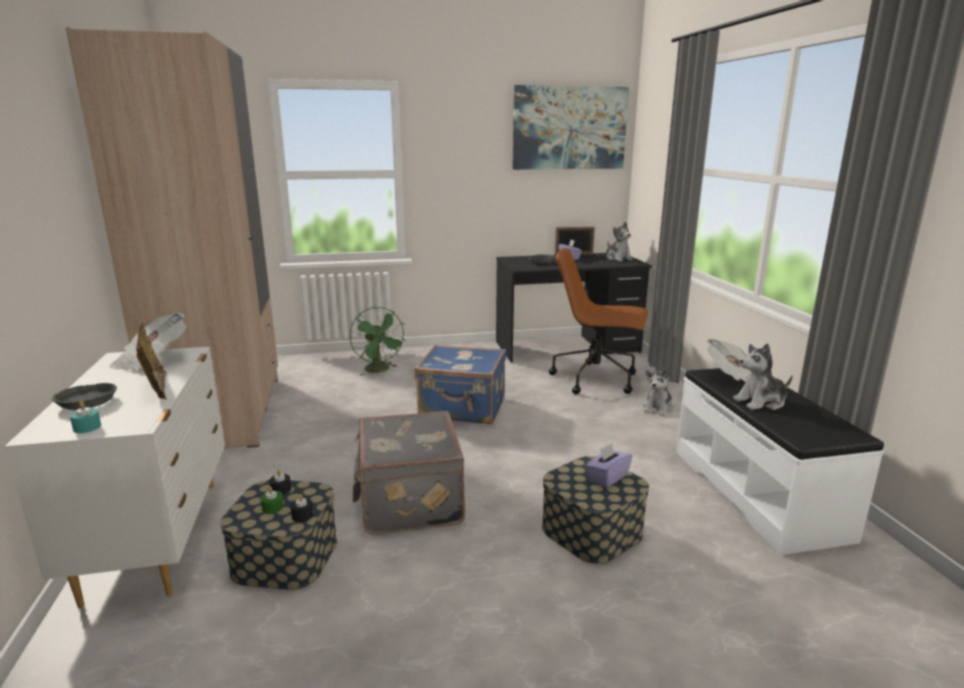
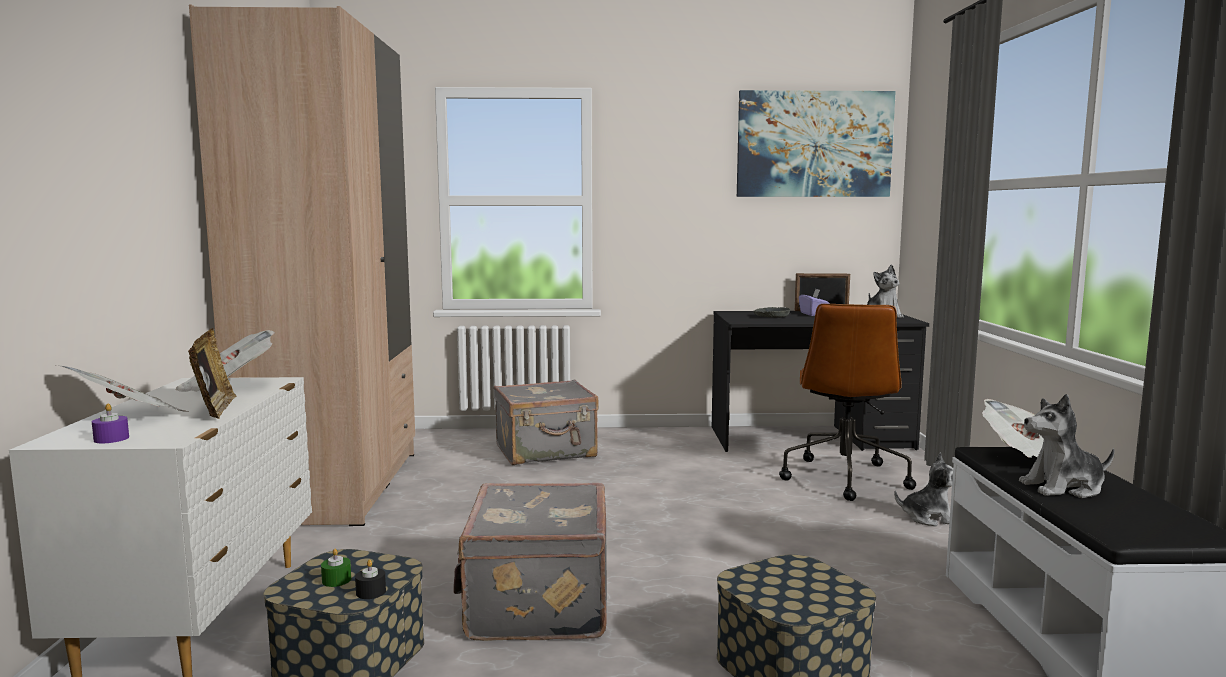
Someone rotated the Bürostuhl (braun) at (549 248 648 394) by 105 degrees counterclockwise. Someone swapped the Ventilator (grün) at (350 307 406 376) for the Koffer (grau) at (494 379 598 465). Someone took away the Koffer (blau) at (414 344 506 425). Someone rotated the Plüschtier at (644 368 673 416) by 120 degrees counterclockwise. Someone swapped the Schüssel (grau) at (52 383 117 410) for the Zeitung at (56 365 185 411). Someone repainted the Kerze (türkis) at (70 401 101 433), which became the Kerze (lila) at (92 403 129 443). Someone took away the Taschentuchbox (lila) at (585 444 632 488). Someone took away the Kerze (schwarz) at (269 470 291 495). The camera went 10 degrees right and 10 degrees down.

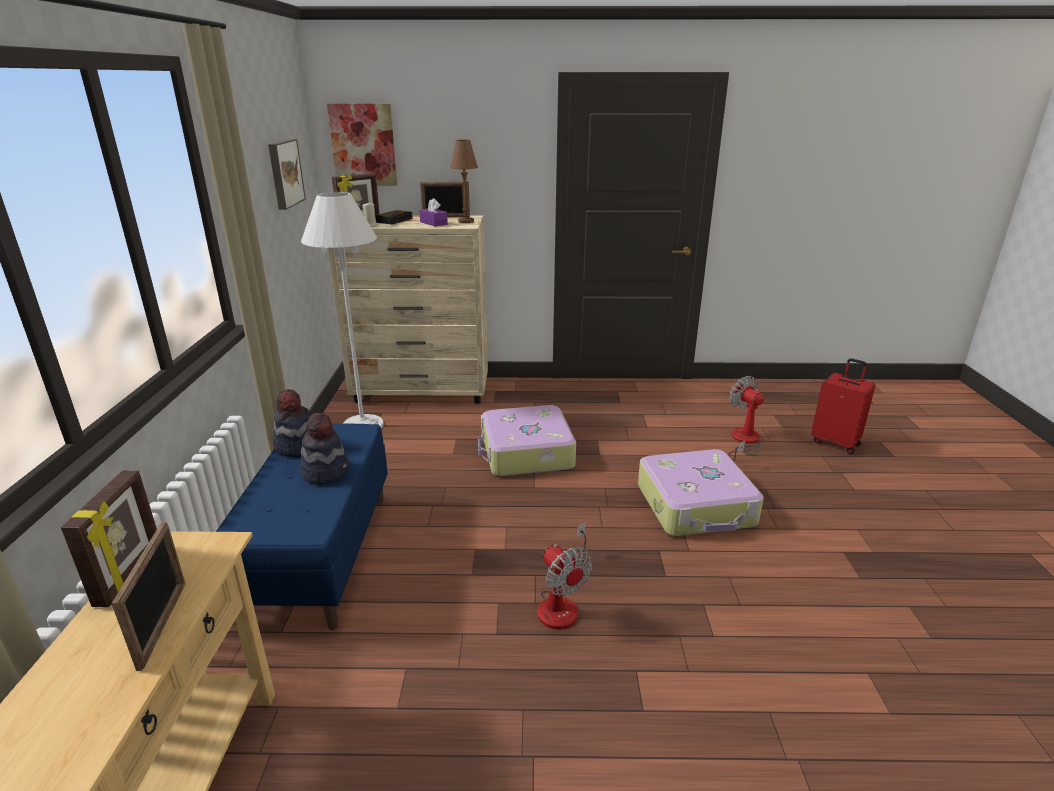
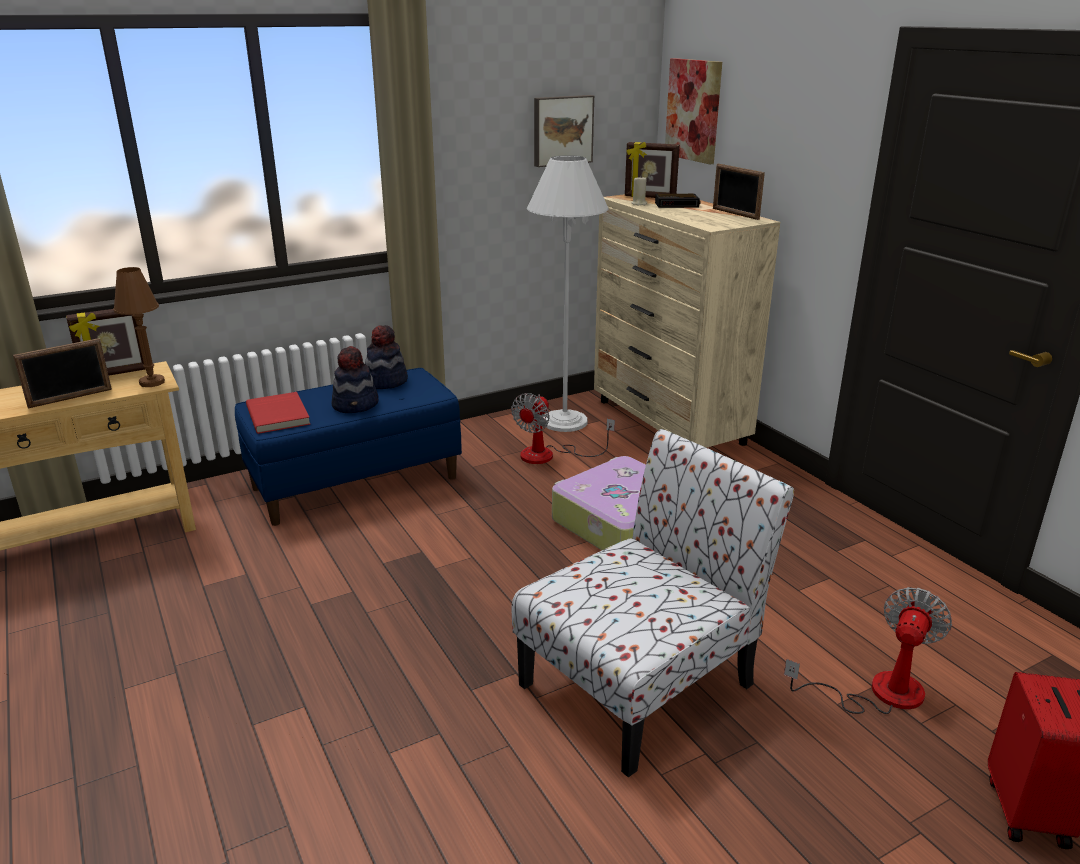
Someone carried the Tischlampe (braun) from (450 140 478 223) to (113 267 165 387). Someone took away the Taschentuchbox (lila) at (419 198 448 227). Someone swapped the Koffer at (638 449 764 536) for the Stuhl at (512 429 794 777). Someone carried the Ventilator from (537 523 592 629) to (511 393 615 464). Someone put down the Buch (rot) at (246 392 310 434). The camera went 60 degrees right and 0 degrees up.

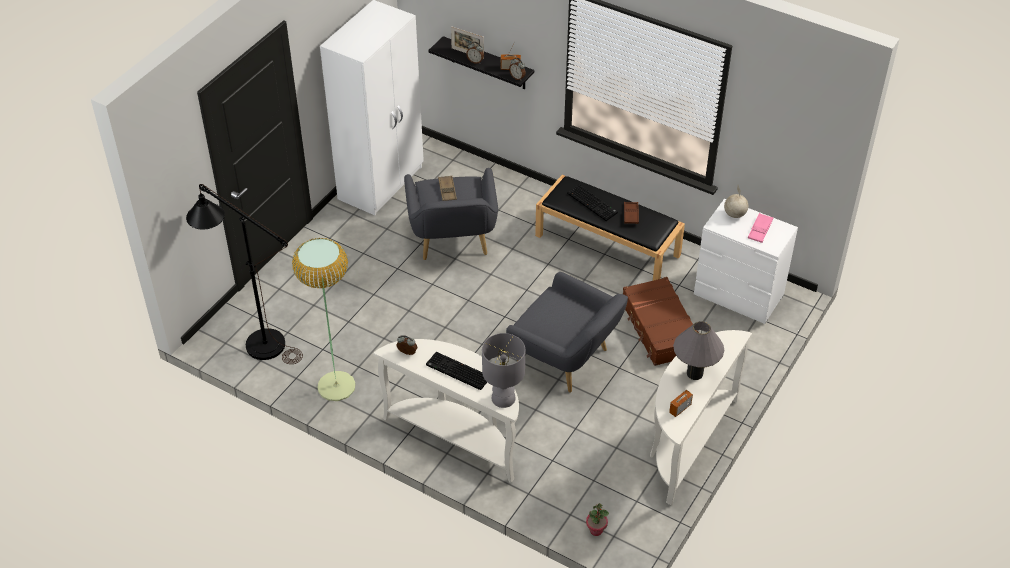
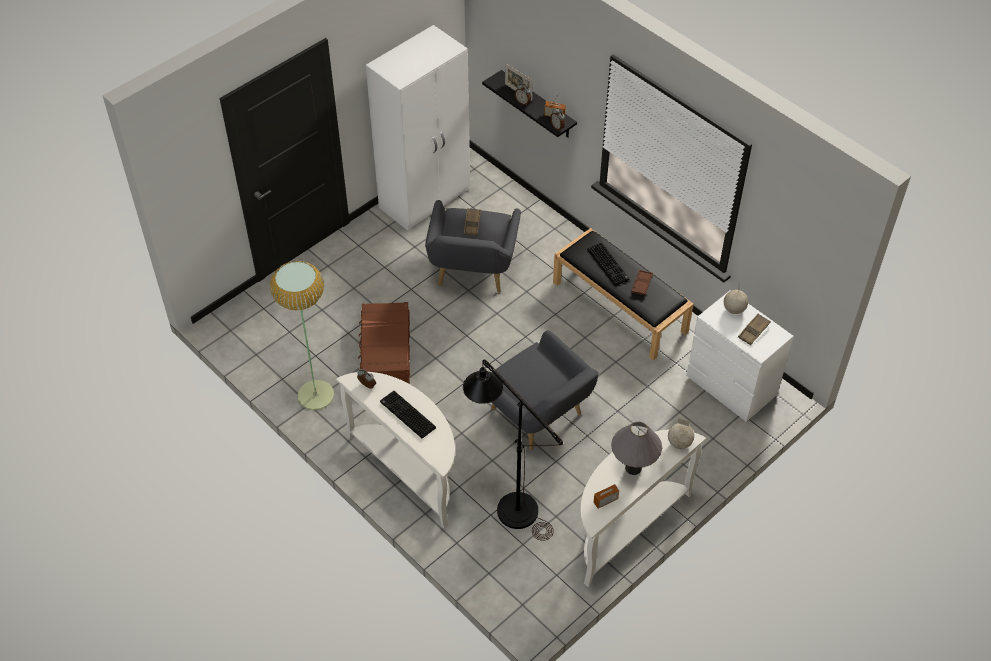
Someone carried the Stehlampe (schwarz) from (186 184 303 364) to (463 360 563 541). Someone repainted the Tablett (rosa) at (748 213 773 243), which became the Tablett (braun) at (738 314 771 345). Someone carried the Koffer (braun) from (623 277 699 366) to (358 302 410 384). Someone took away the Tischlampe (grau) at (482 333 525 408). Someone took away the Topfpflanze at (586 503 609 536). Someone put down the Globus at (668 418 694 449). The camera went 15 degrees right and 5 degrees up.

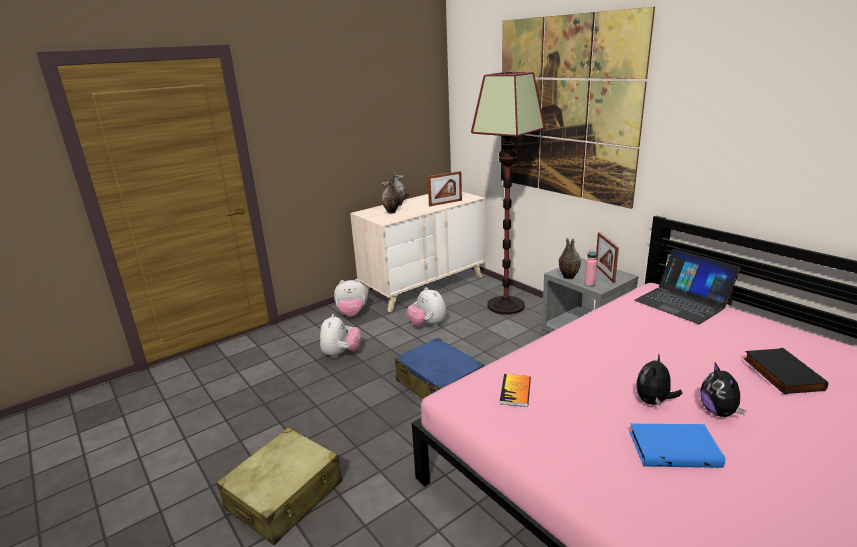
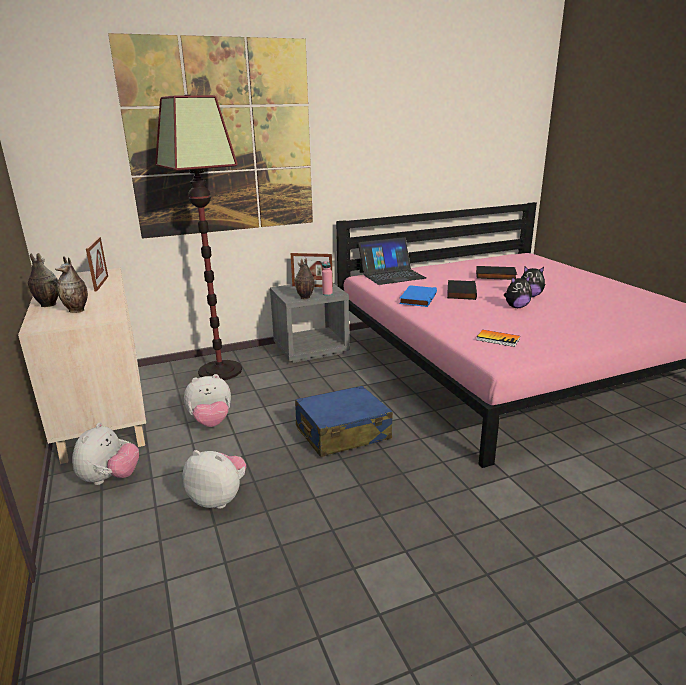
Someone rotated the Plüschtier at (636 353 682 407) by 60 degrees counterclockwise. Someone carried the Buch (blau) from (629 423 725 468) to (399 285 437 307). Someone took away the Koffer (beige) at (216 428 342 545). Someone put down the Buch (schwarz) at (447 280 477 300). The camera went 75 degrees left and 0 degrees up.

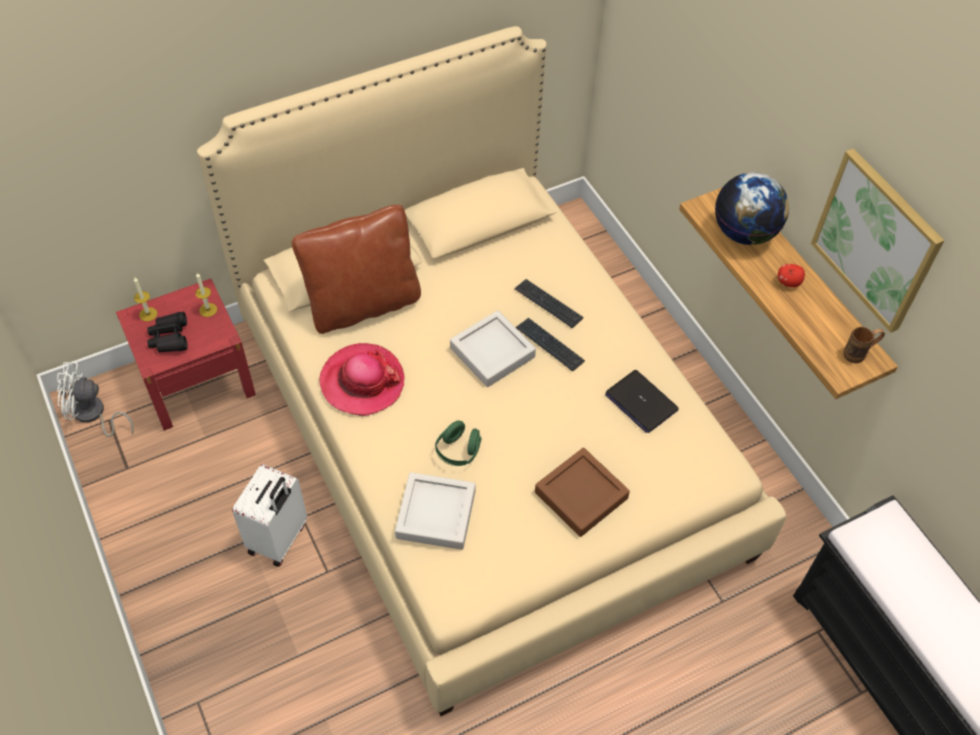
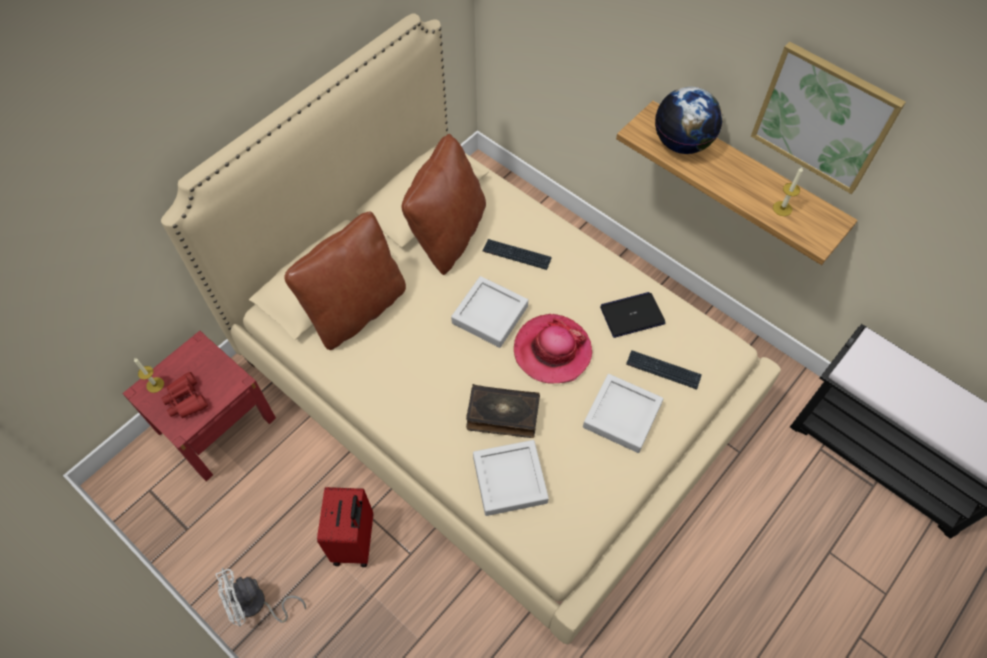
Someone took away the Apfel at (778 264 805 287). Someone carried the Kerze from (195 273 217 317) to (773 166 803 216). Someone repainted the Fernglas (schwarz) at (147 312 188 353), which became the Fernglas (rot) at (161 372 208 418). Someone carried the Tastatur from (516 318 585 371) to (626 350 702 390). Someone took away the Henkelbecher (braun) at (843 327 885 363). Someone carried the Hut from (319 343 404 416) to (514 314 593 384). Someone carried the Ventilator (weiß) from (57 362 134 437) to (216 568 306 627). Someone rotated the Laptop at (605 370 679 433) by 135 degrees clockwise. Someone swapped the Kopfhörer (grün) at (435 420 481 466) for the Buch at (466 384 540 438). Someone repainted the Tablett (braun) at (535 448 630 537), which became the Tablett (grau) at (583 374 663 453). Someone repainted the Koffer (weiß) at (232 464 307 567), which became the Koffer (rot) at (317 487 373 567). Someone put down the Kissen (braun) at (402 134 486 275). The camera went 20 degrees left and 5 degrees up.

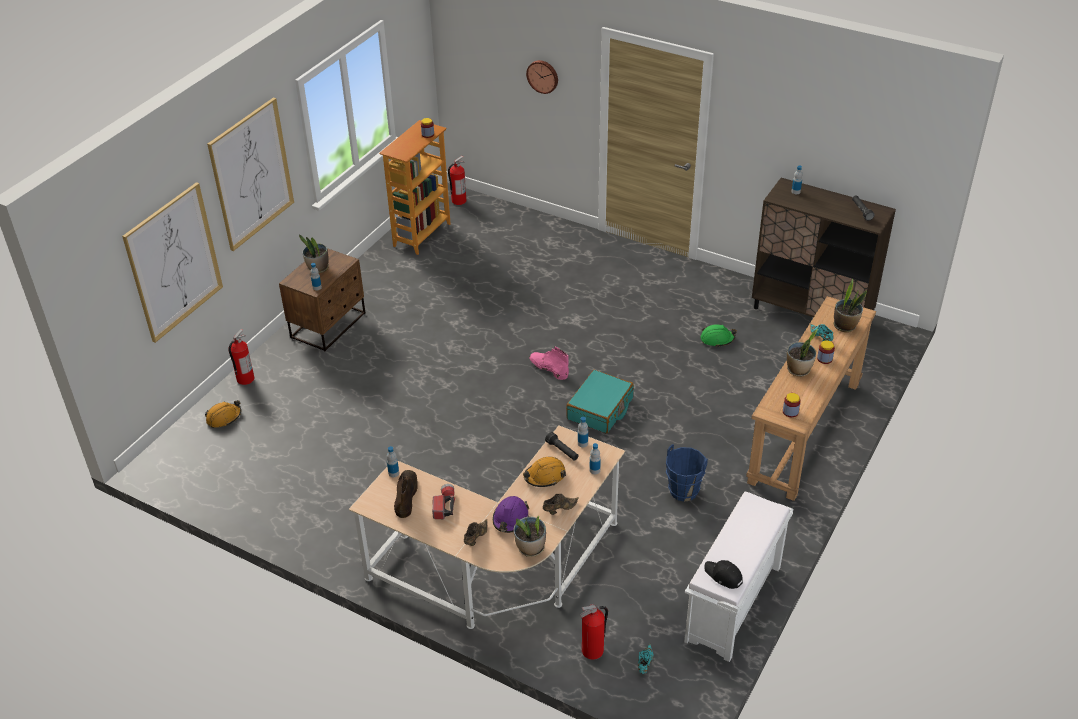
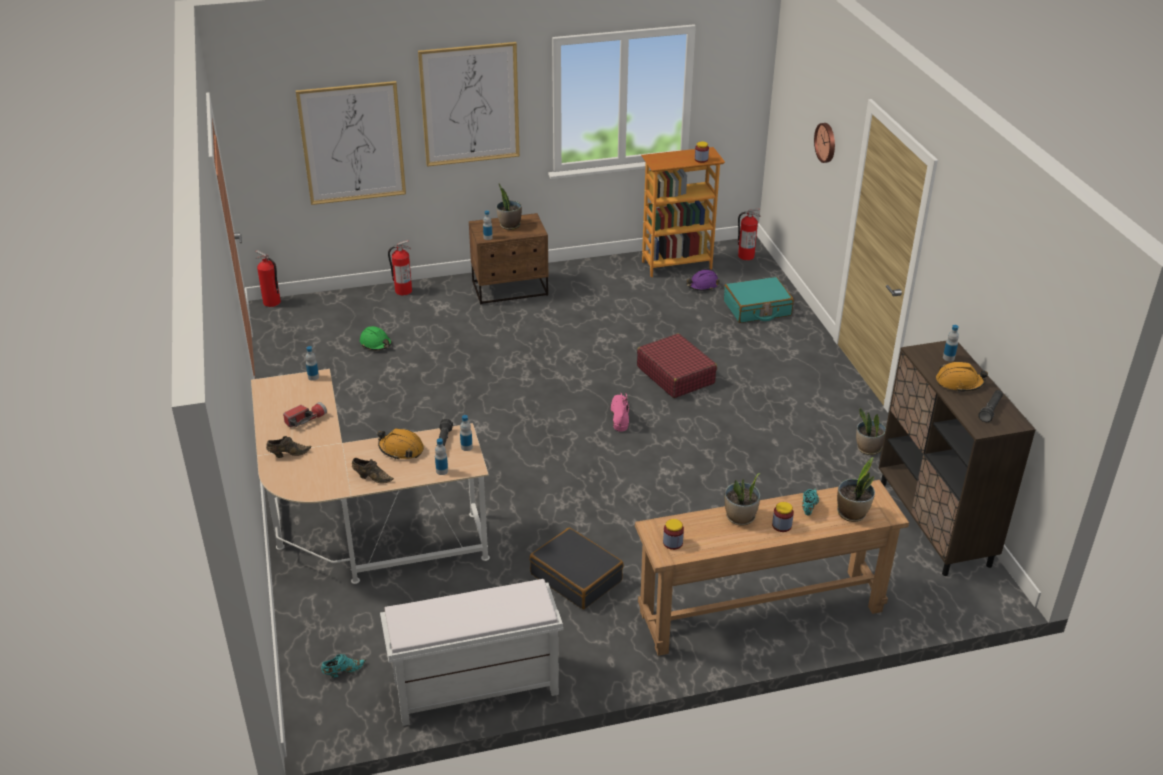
Someone carried the Schutzhelm (grün) from (700 324 737 347) to (360 326 392 350). Someone carried the Koffer (türkis) from (566 370 634 433) to (724 277 794 323). Someone carried the Schutzhelm (orange) from (205 400 241 428) to (936 362 988 393). Someone swapped the Eimer (blau) at (666 444 708 502) for the Koffer (schwarz) at (530 527 624 609). Someone took away the Stiefel (braun) at (394 470 418 518). Someone carried the Schutzhelm (lila) from (493 496 529 533) to (687 270 720 291). Someone carried the Topfpflanze from (513 516 546 557) to (856 408 886 455). Someone took away the Kappe (schwarz) at (704 560 743 589). Someone carried the Feuerlöscher from (580 604 608 660) to (255 250 281 307). Someone put down the Koffer (rot) at (637 334 717 398). The camera went 45 degrees right and 5 degrees down.

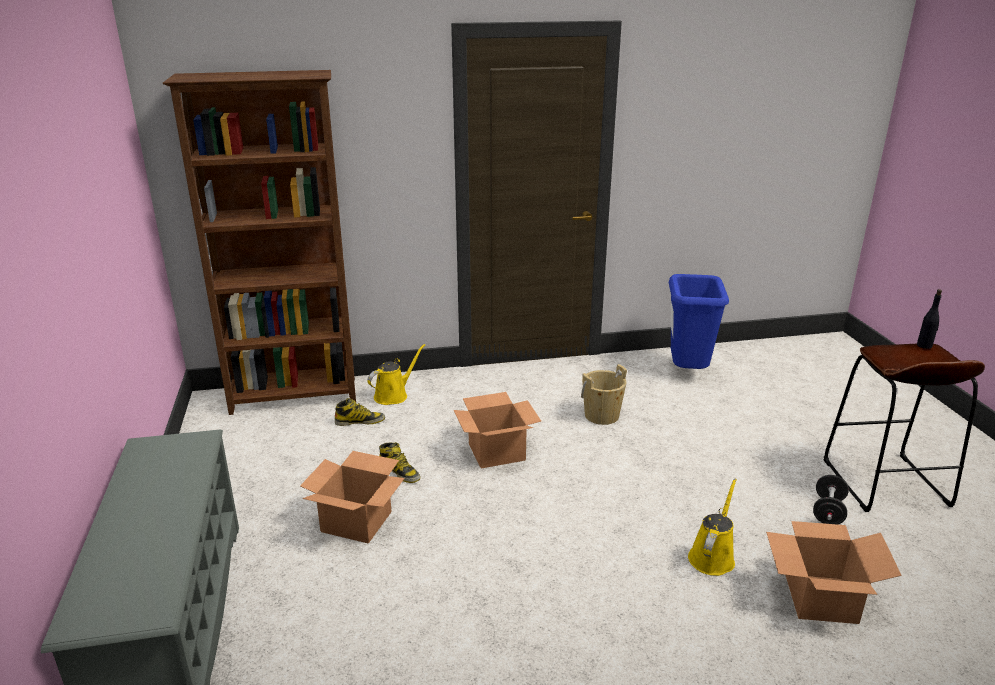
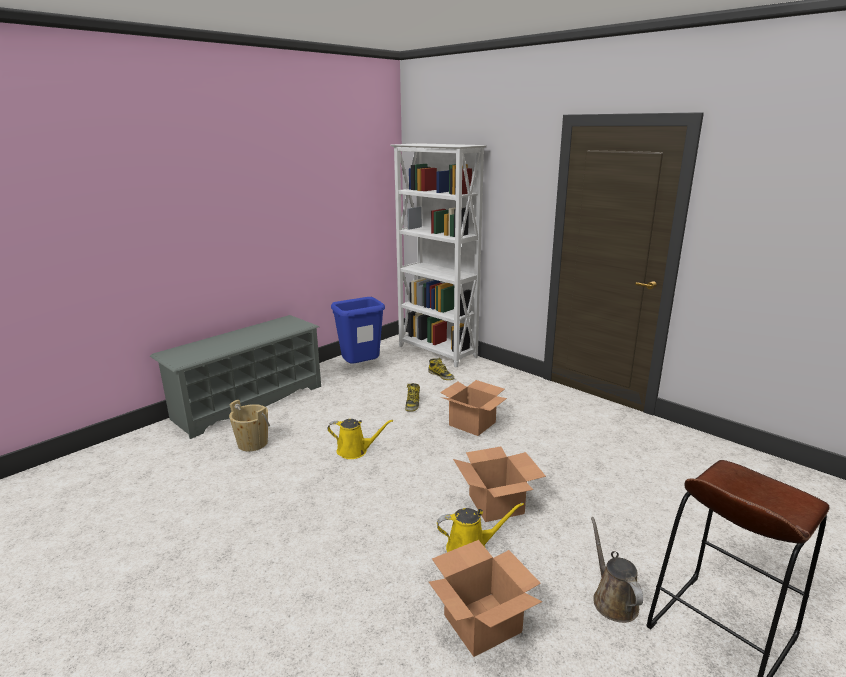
Someone repainted the Bücherregal (braun) at (162 70 356 415), which became the Bücherregal (weiß) at (390 143 487 367). Someone carried the Mülleimer (blau) from (668 274 729 369) to (331 297 385 364). Someone took away the Flasche (schwarz) at (917 289 942 349). Someone carried the Gießkanne (gelb) from (367 344 425 405) to (327 419 393 459). Someone carried the Eimer (beige) from (581 364 627 425) to (229 399 270 451). Someone carried the Karton from (300 451 405 544) to (453 447 546 522). Someone swapped the Hantel (schwarz) at (813 475 849 525) for the Gießkanne (braun) at (591 517 643 623). The camera went 55 degrees right and 5 degrees down.

